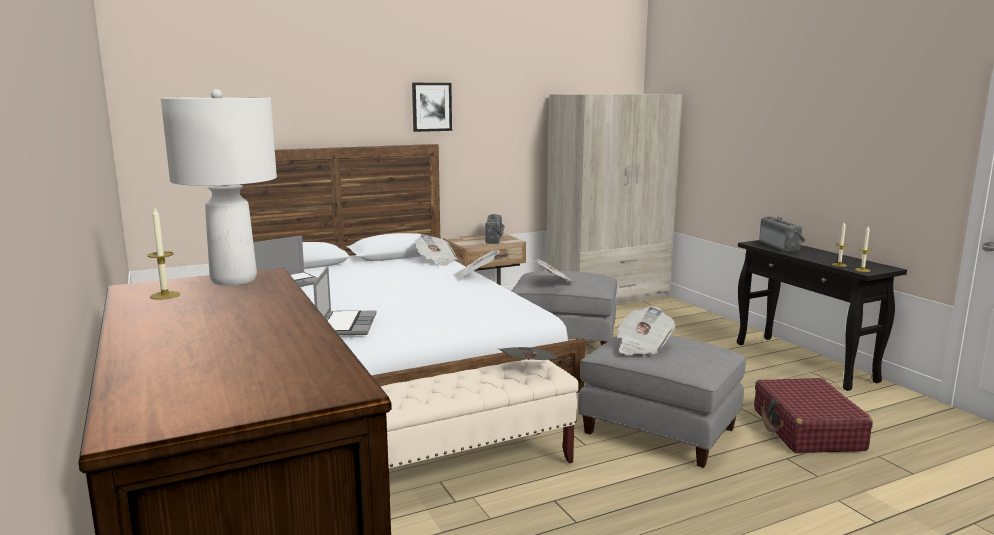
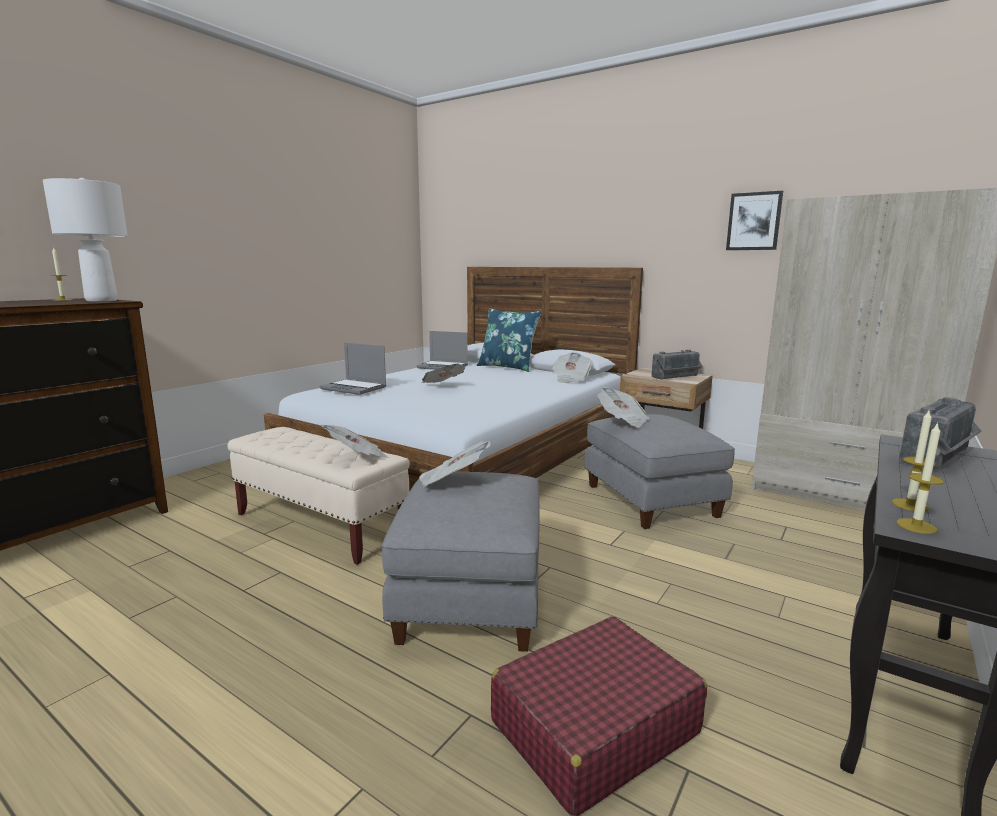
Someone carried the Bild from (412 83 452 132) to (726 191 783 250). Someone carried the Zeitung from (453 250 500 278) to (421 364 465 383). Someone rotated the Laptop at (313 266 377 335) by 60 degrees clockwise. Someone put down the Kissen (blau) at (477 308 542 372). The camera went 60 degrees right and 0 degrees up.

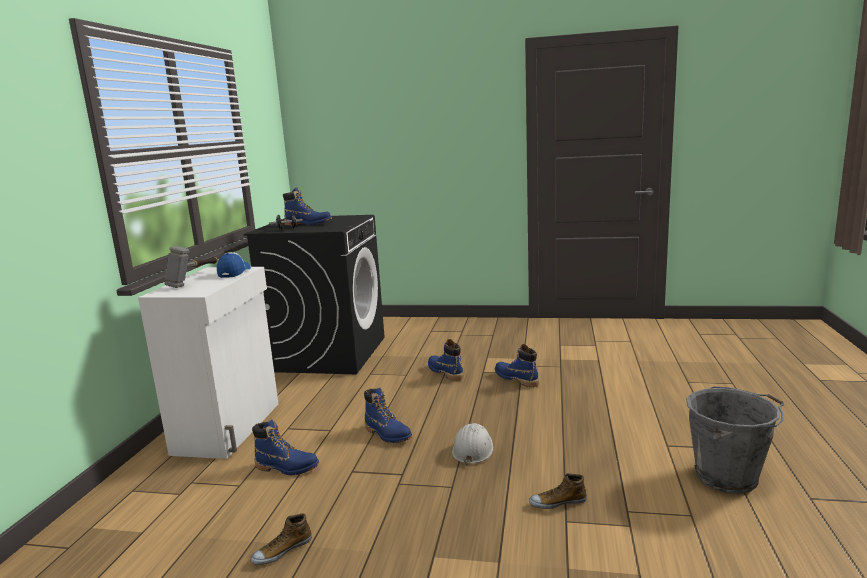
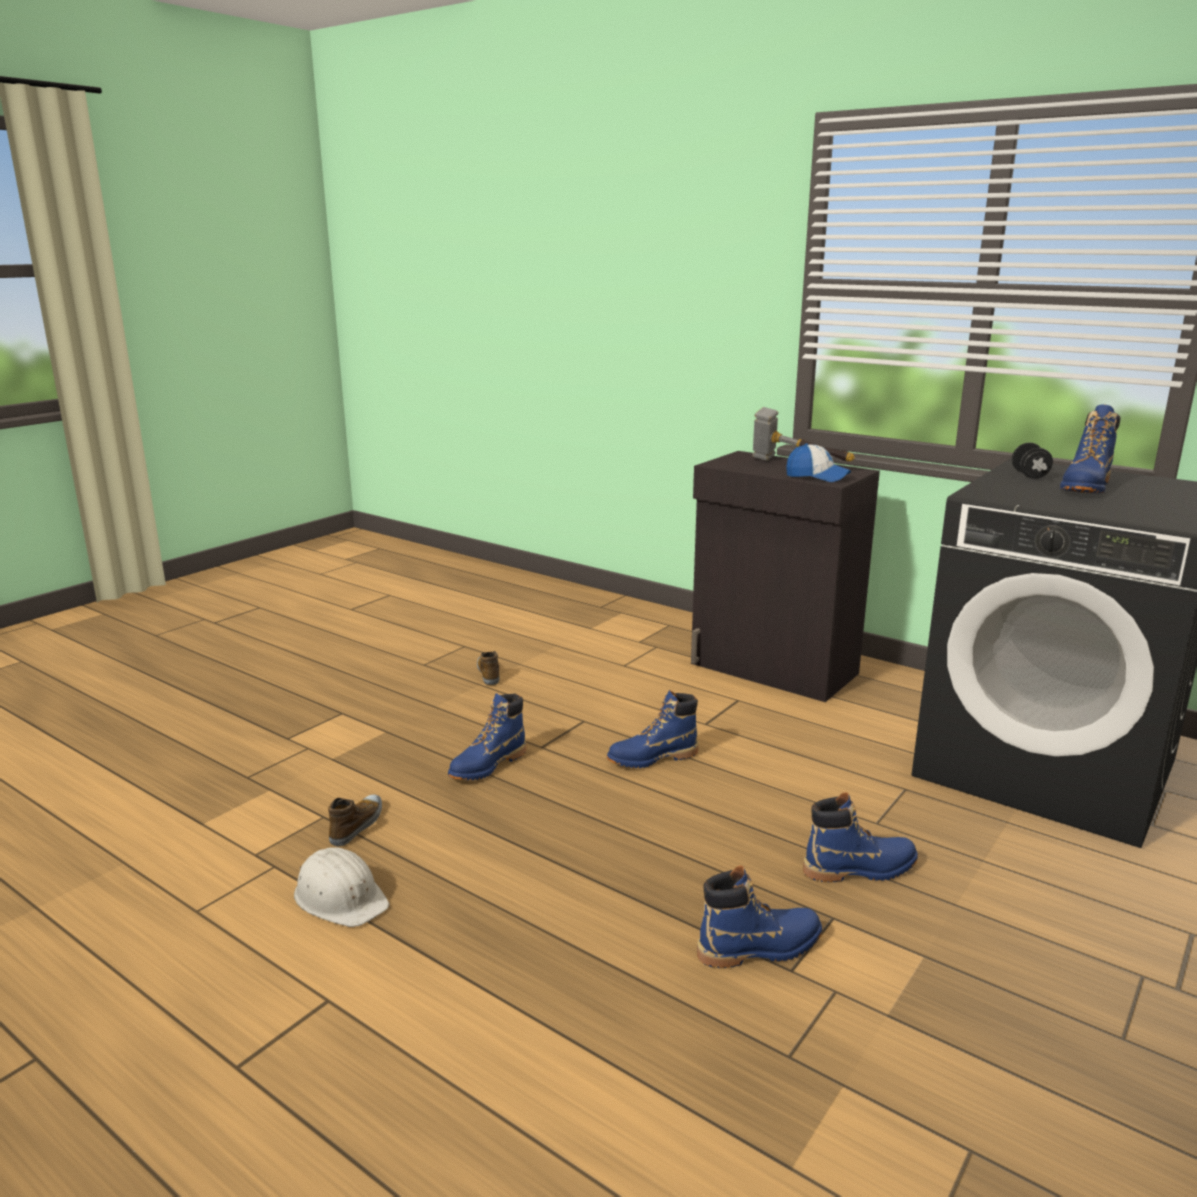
Someone repainted the Schrank (weiß) at (138 267 279 459), which became the Schrank (schwarz) at (691 451 880 702). Someone took away the Eimer (grau) at (686 386 784 494). Someone carried the Stiefel (blau) from (252 420 319 475) to (448 694 526 780). Someone carried the Schutzhelm (weiß) from (452 423 493 465) to (294 847 389 927). The camera went 115 degrees right and 5 degrees up.

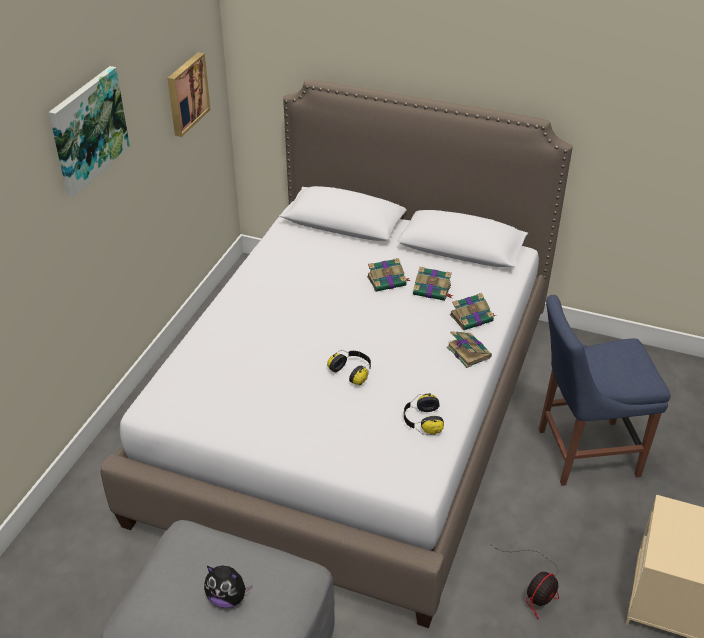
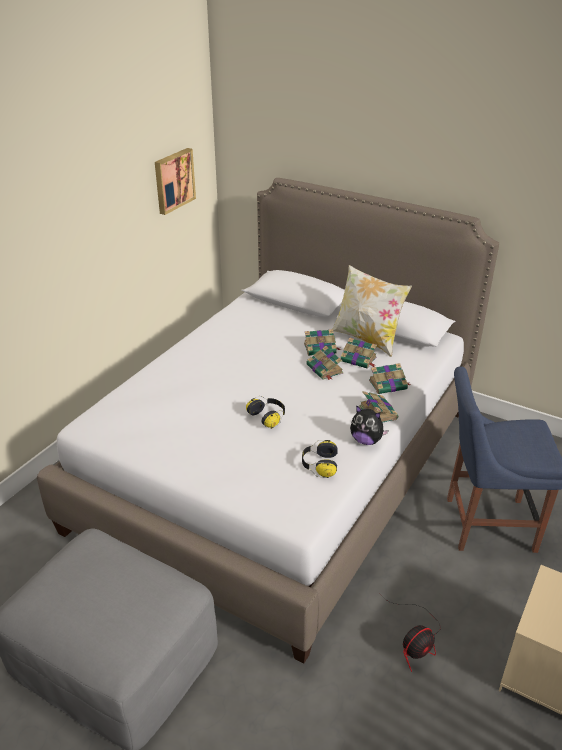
Someone took away the Bild at (49 66 130 197). Someone carried the Plüschtier from (204 566 253 608) to (350 405 389 445). Someone put down the Kissen at (332 265 412 357). Someone put down the Buch at (306 346 343 380). The camera went 10 degrees right and 5 degrees down.

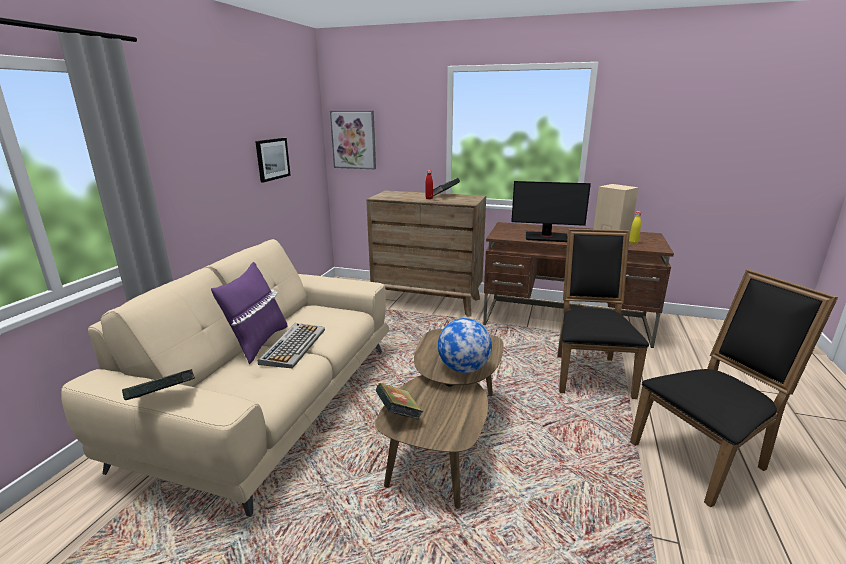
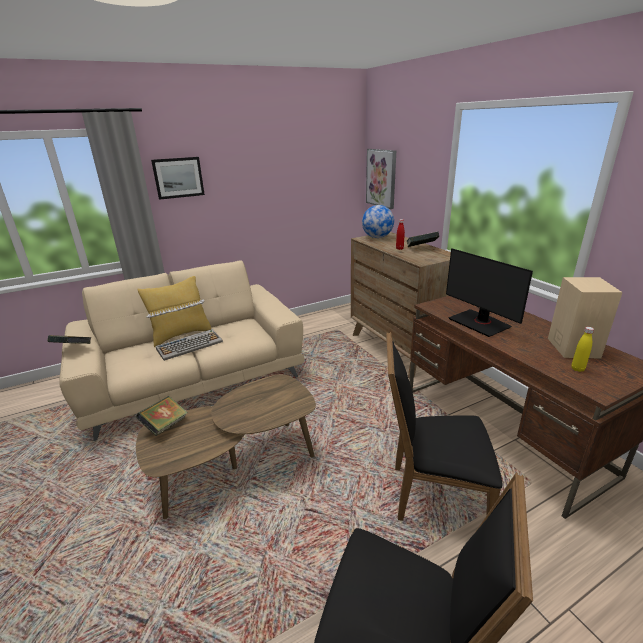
Someone carried the Bild from (255 138 291 182) to (151 157 205 200). Someone rotated the Stuhl (schwarz) at (557 229 649 399) by 135 degrees counterclockwise. Someone repainted the Kissen (lila) at (211 262 288 364), which became the Kissen (gelb) at (137 276 211 347). Someone carried the Globus from (438 318 492 373) to (362 205 394 238). The camera went 45 degrees right and 5 degrees up.

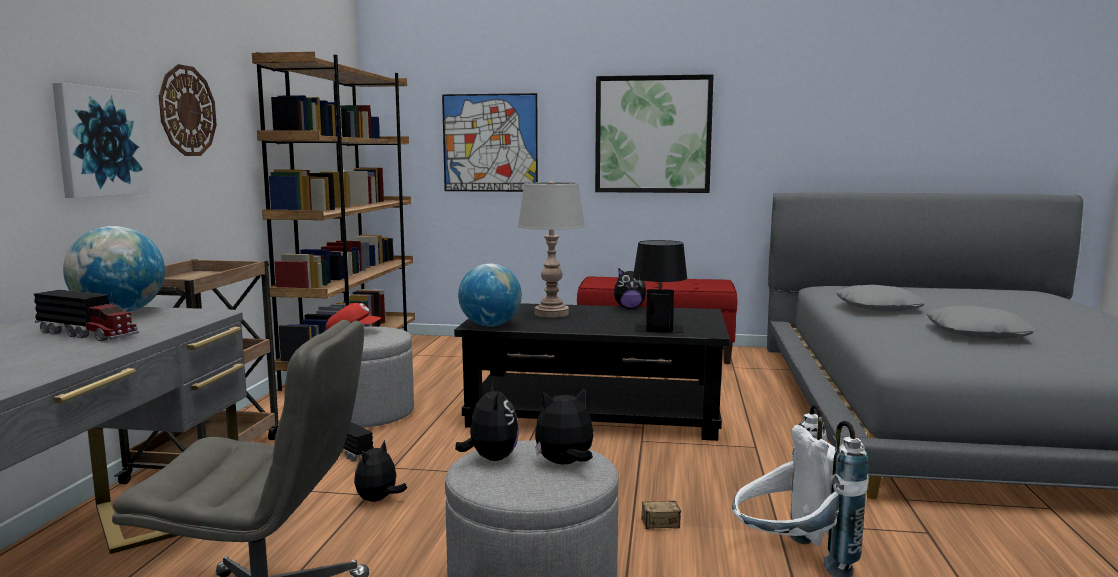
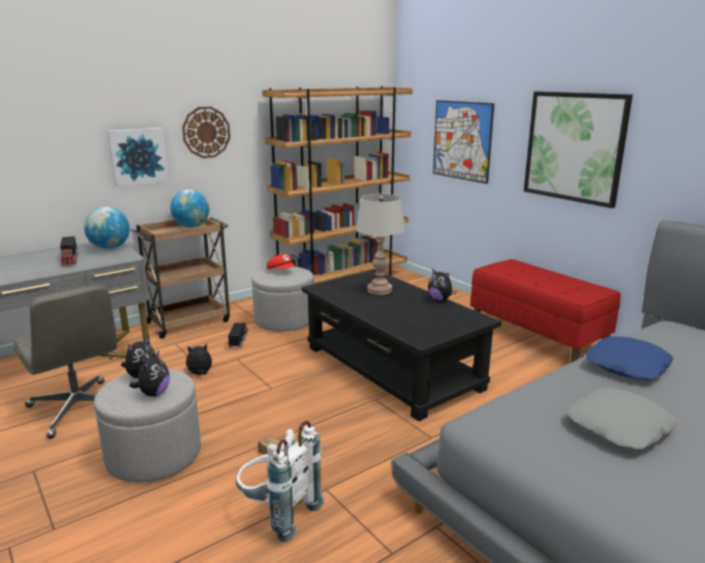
Someone took away the Tischlampe (schwarz) at (633 240 687 333). Someone carried the Globus from (458 263 522 327) to (170 189 209 228). Someone repainted the Kissen (grau) at (836 285 926 312), which became the Kissen (blau) at (585 336 674 380). Someone rotated the Plüschtier at (535 388 594 464) by 75 degrees clockwise. The camera went 45 degrees right and 10 degrees up.

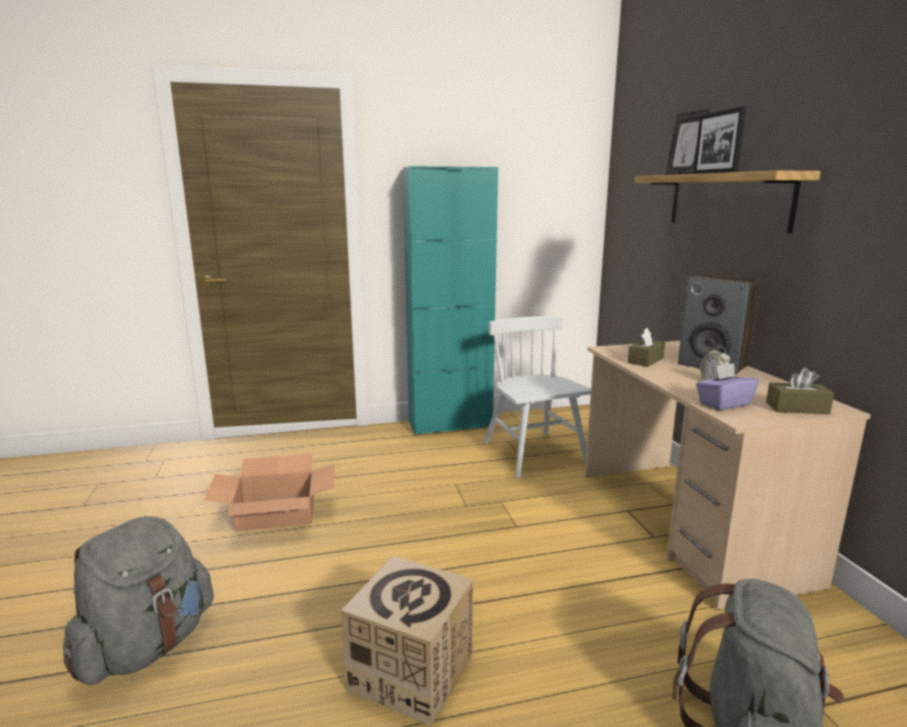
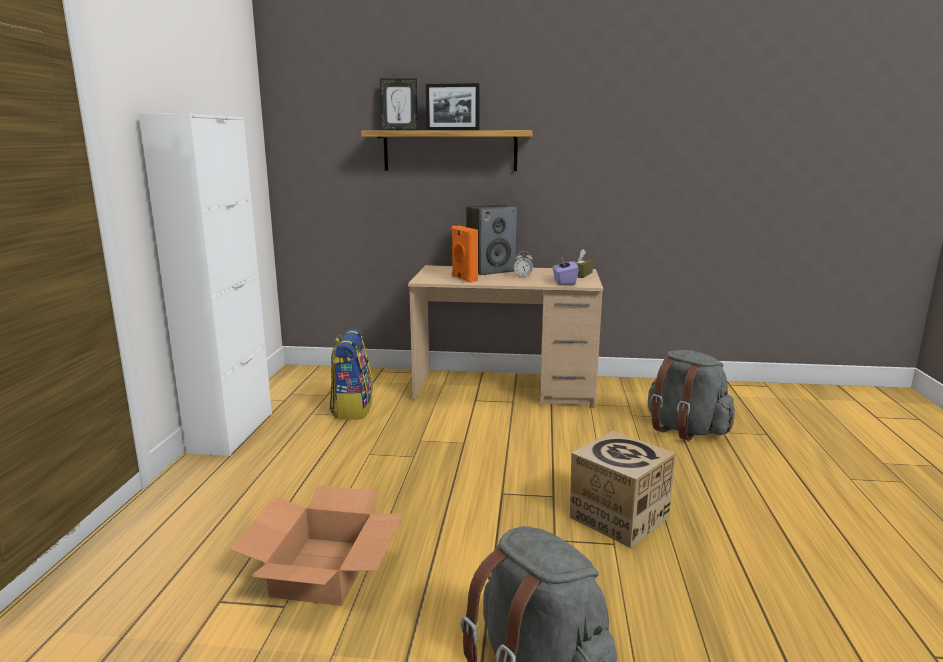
Someone repainted the Schrank (türkis) at (403 166 498 435), which became the Schrank (weiß) at (139 113 272 456). Someone swapped the Stuhl (weiß) at (483 316 591 478) for the Rucksack at (330 329 373 420). Someone swapped the Taschentuchbox (braun) at (628 328 665 367) for the Lautsprecher (orange) at (451 226 478 283). The camera went 70 degrees left and 0 degrees up.

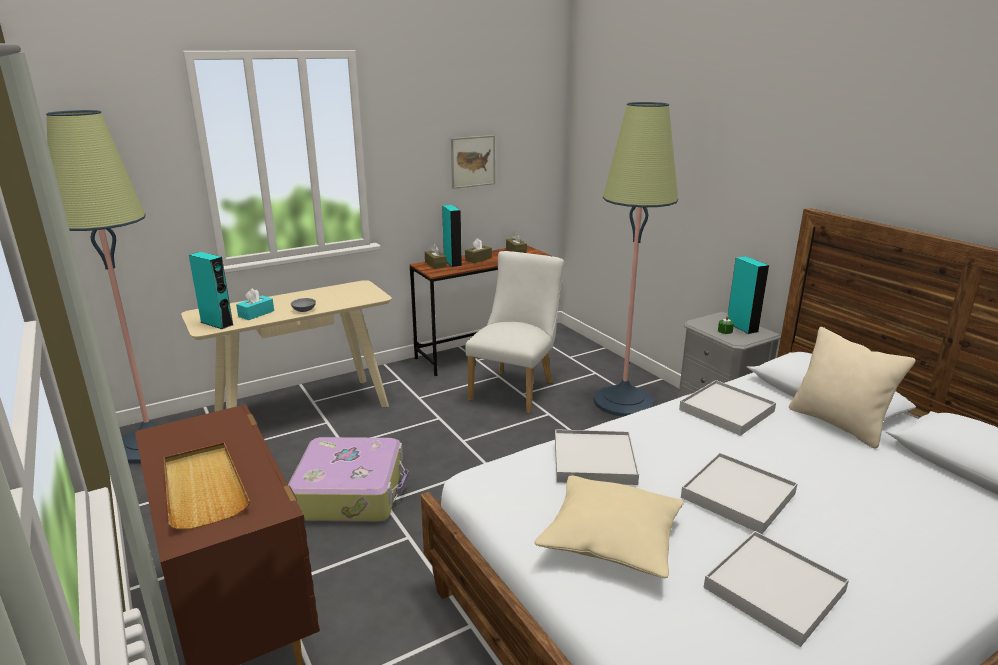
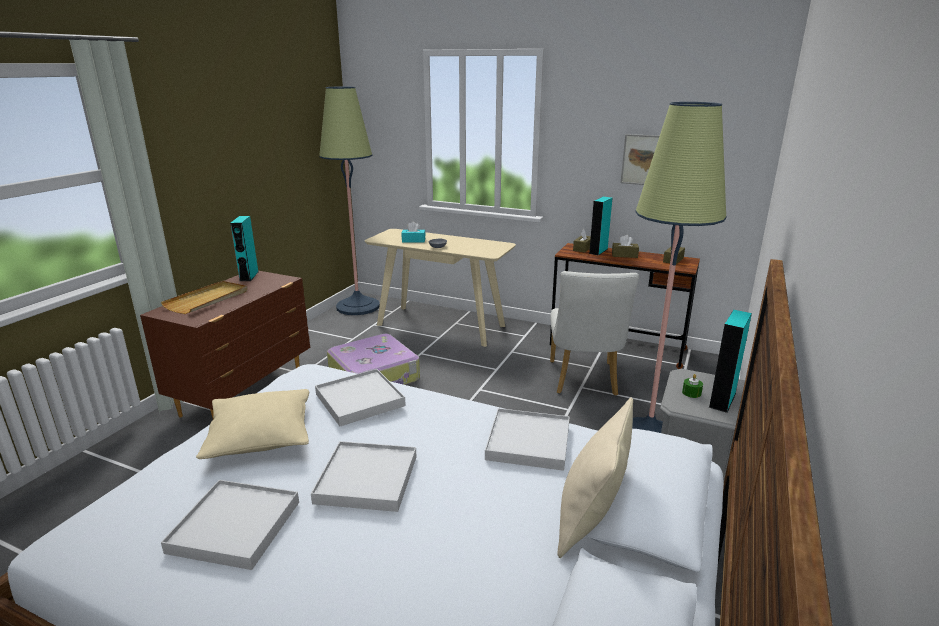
Someone rotated the Stuhl (weiß) at (465 251 564 414) by 105 degrees clockwise. Someone carried the Lautsprecher (türkis) from (189 252 233 329) to (230 216 258 281). The camera went 55 degrees right and 0 degrees up.

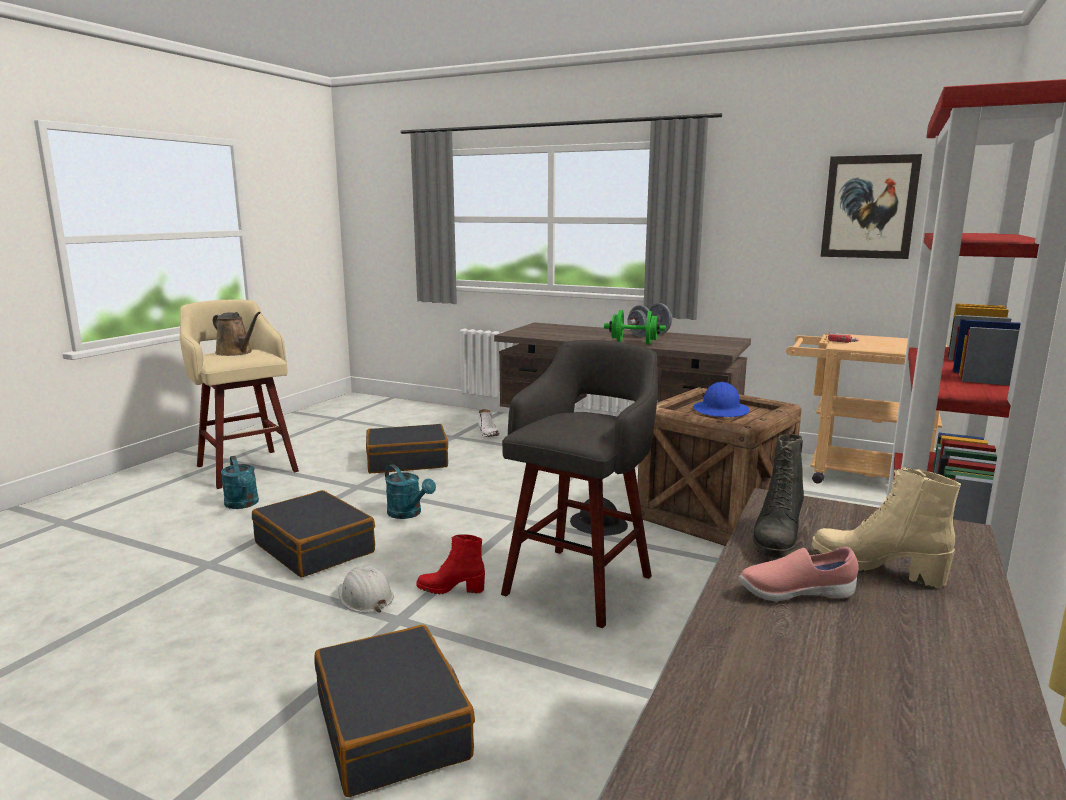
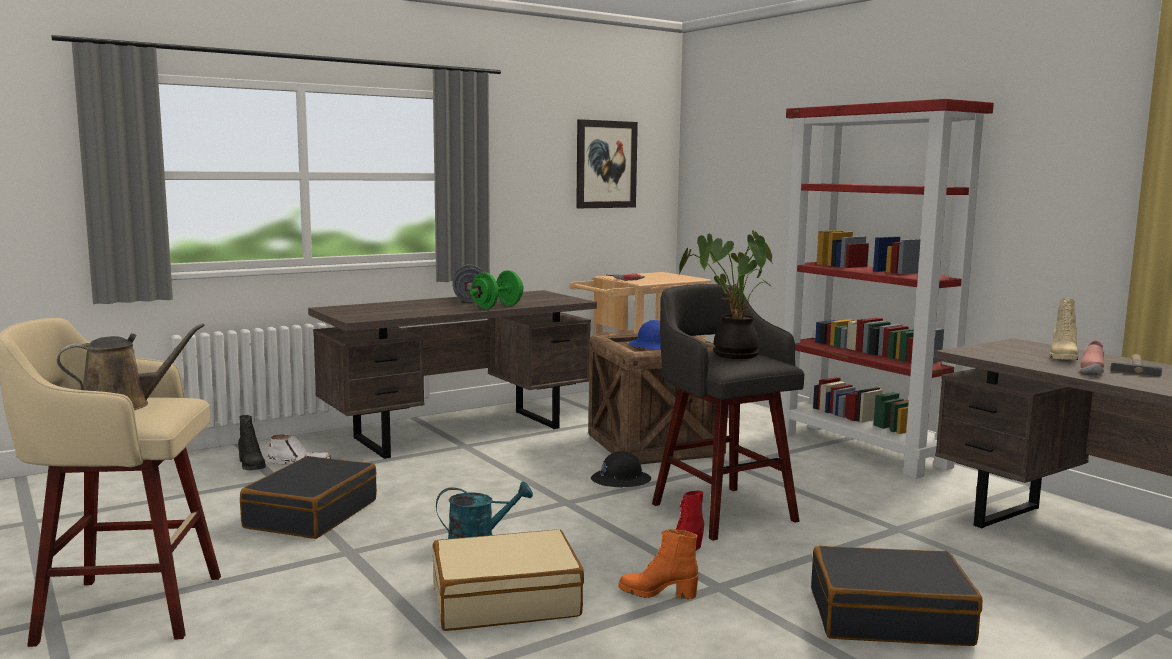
Someone carried the Stiefel (schwarz) from (752 434 804 558) to (238 415 266 470). Someone took away the Gießkanne (türkis) at (221 456 259 509). Someone rotated the Stiefel (beige) at (812 467 961 588) by 45 degrees counterclockwise. Someone repainted the Koffer (schwarz) at (252 490 375 577), which became the Koffer (beige) at (433 529 584 631). Someone swapped the Schutzhelm (weiß) at (338 566 394 613) for the Stiefel (orange) at (618 529 698 599). Someone put down the Topfpflanze at (679 230 773 359). Someone put down the Hammer at (1110 354 1162 376). The camera went 60 degrees left and 5 degrees down.

